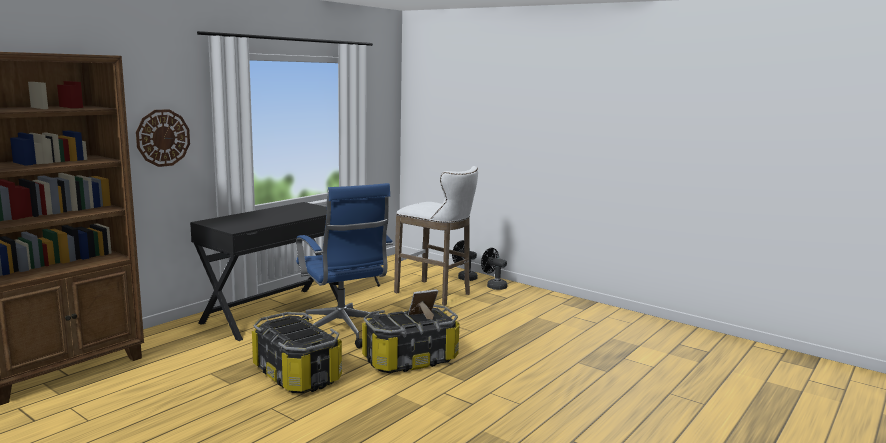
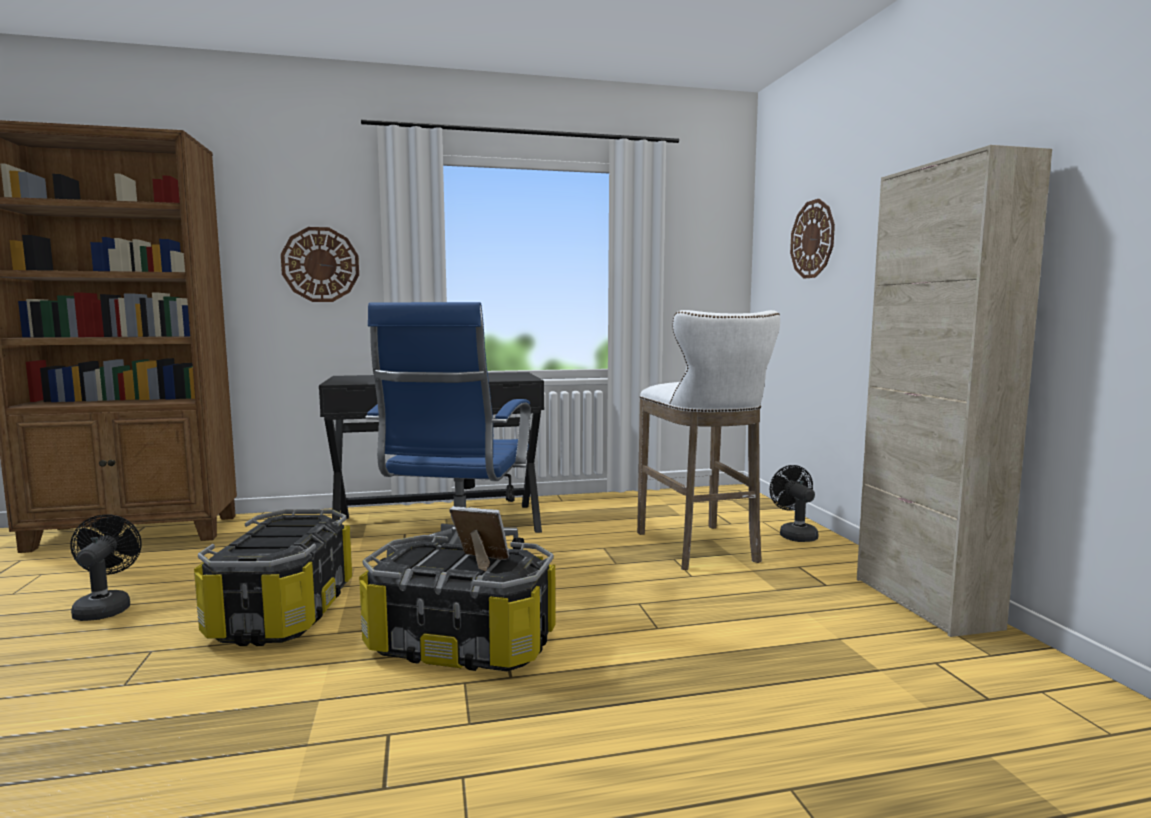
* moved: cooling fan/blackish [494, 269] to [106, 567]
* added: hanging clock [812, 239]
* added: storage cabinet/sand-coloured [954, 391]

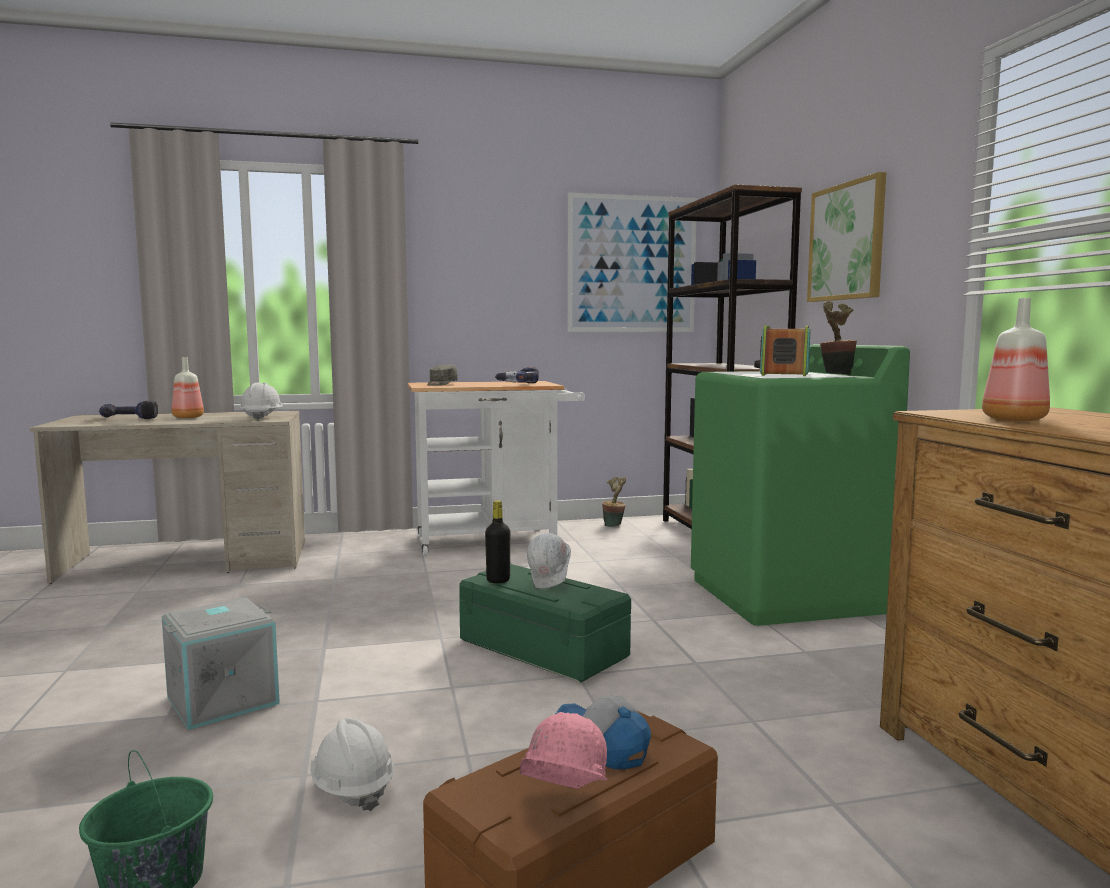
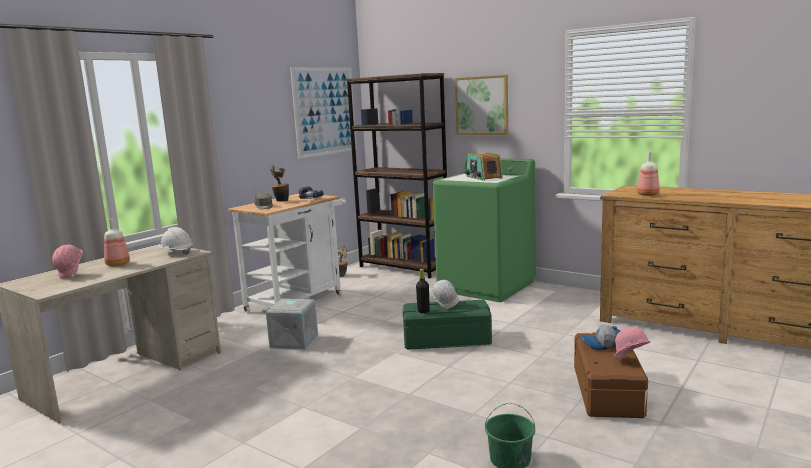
* replaced: power drill [128, 410] to work helmet/pinkish [67, 262]
* moved: storage container/grey [221, 664] to [292, 324]
* removed: work helmet/white [352, 764]
* moved: plant in a pot [838, 338] to [279, 184]

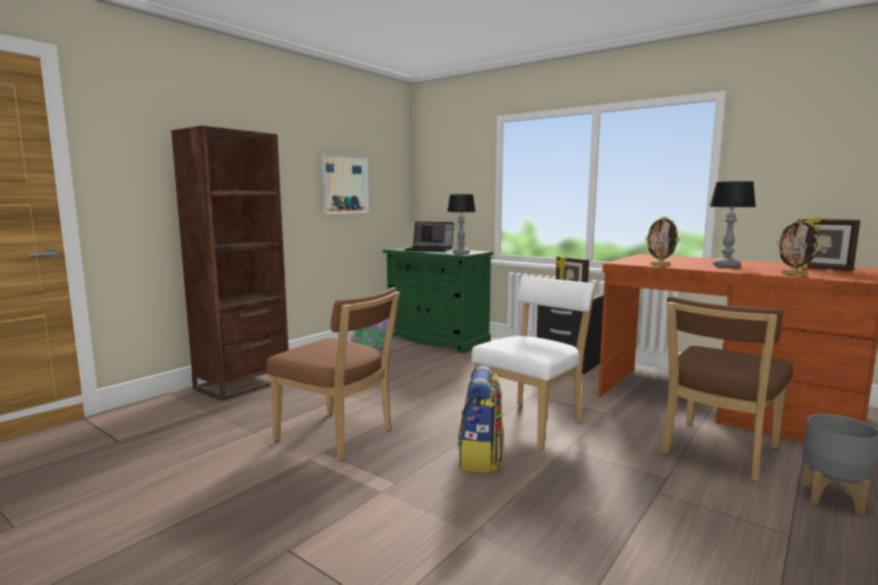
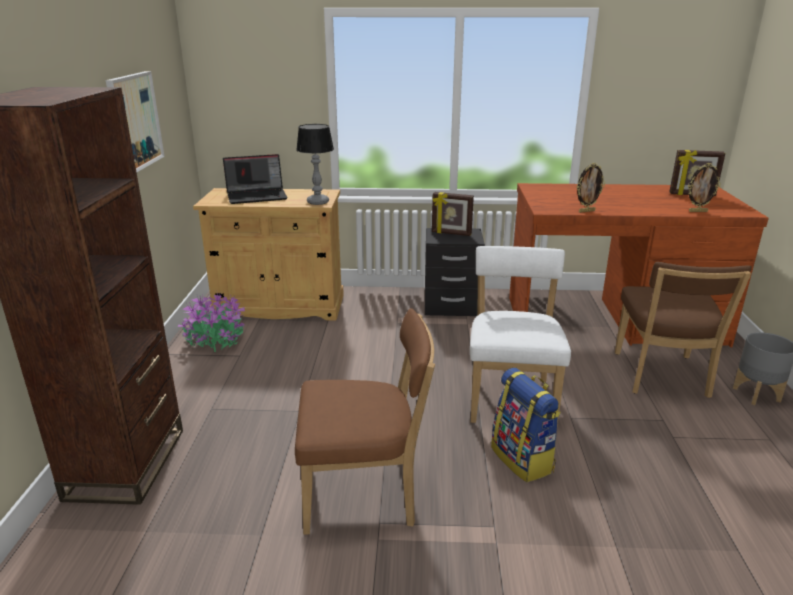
* recoloured: storage cabinet/greenish [438, 300] to storage cabinet/sand-coloured [268, 254]
* removed: lamp for a table [732, 224]

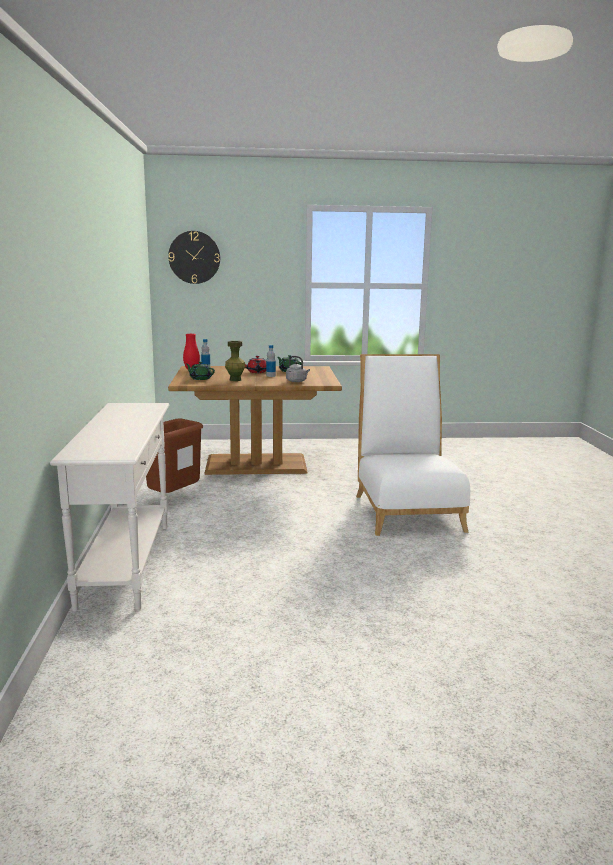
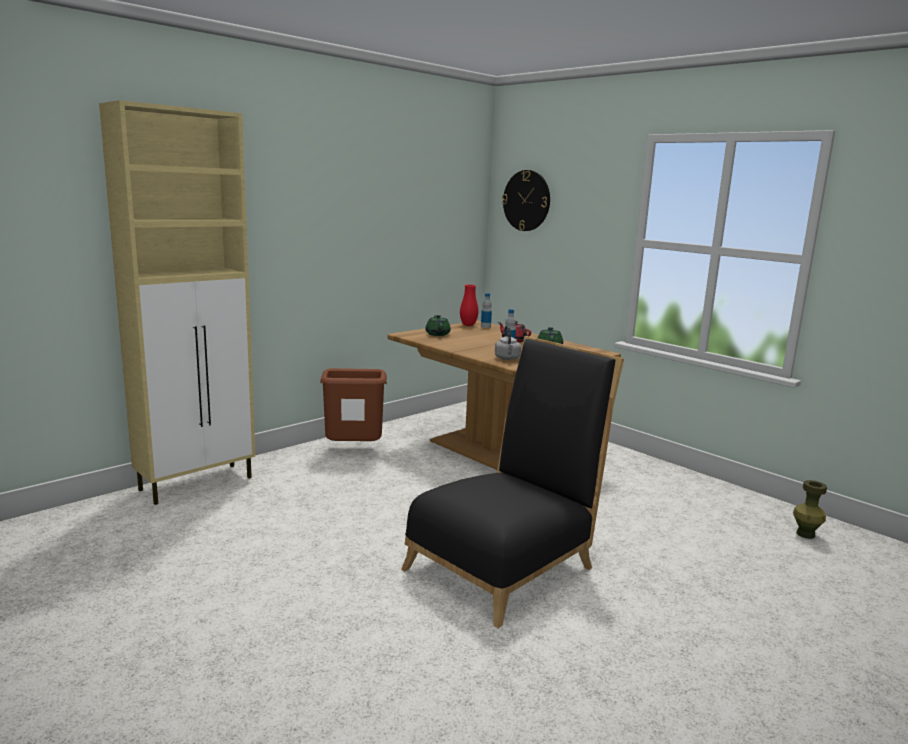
* replaced: hall table/white [109, 507] to storage cabinet/sand-coloured [177, 302]
* moved: flower vase/greenish [235, 361] to [810, 509]
* recoloured: plain chair/white [413, 445] to plain chair/blackish [512, 482]

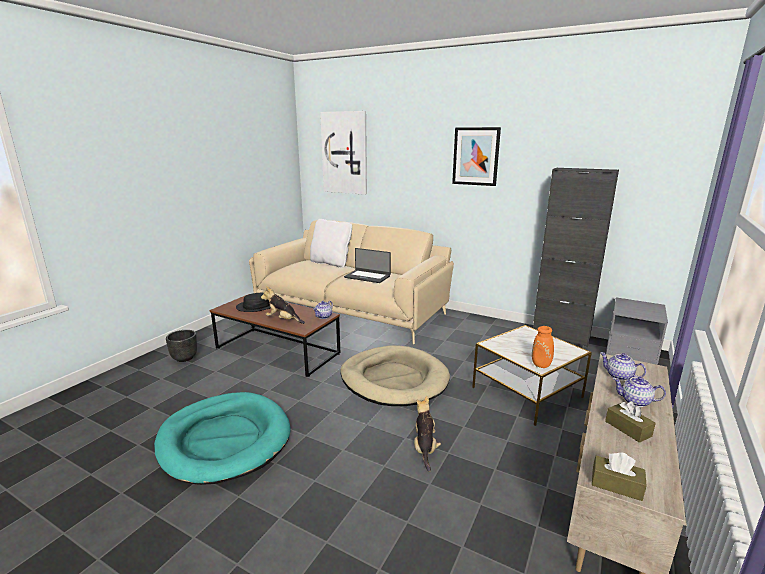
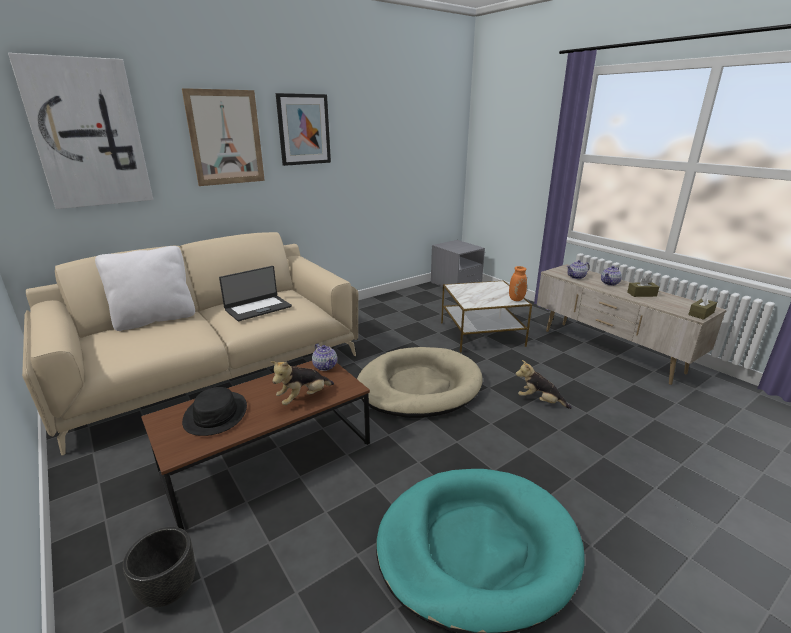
* removed: storage cabinet/blackish [576, 257]
* added: picture [223, 137]

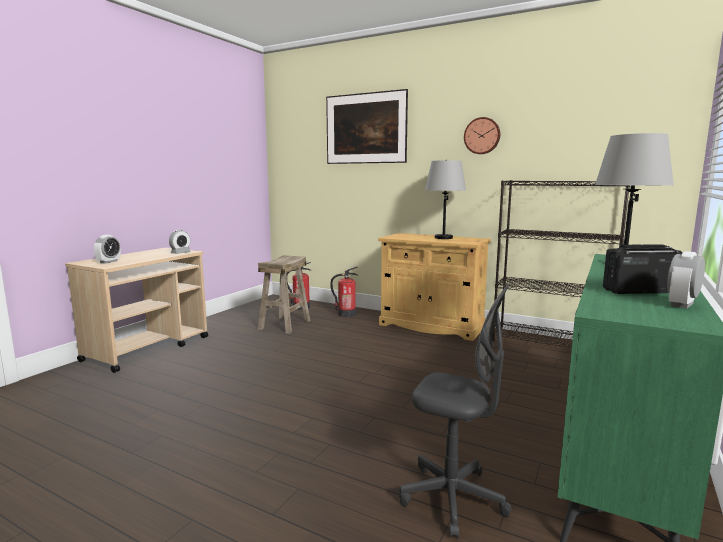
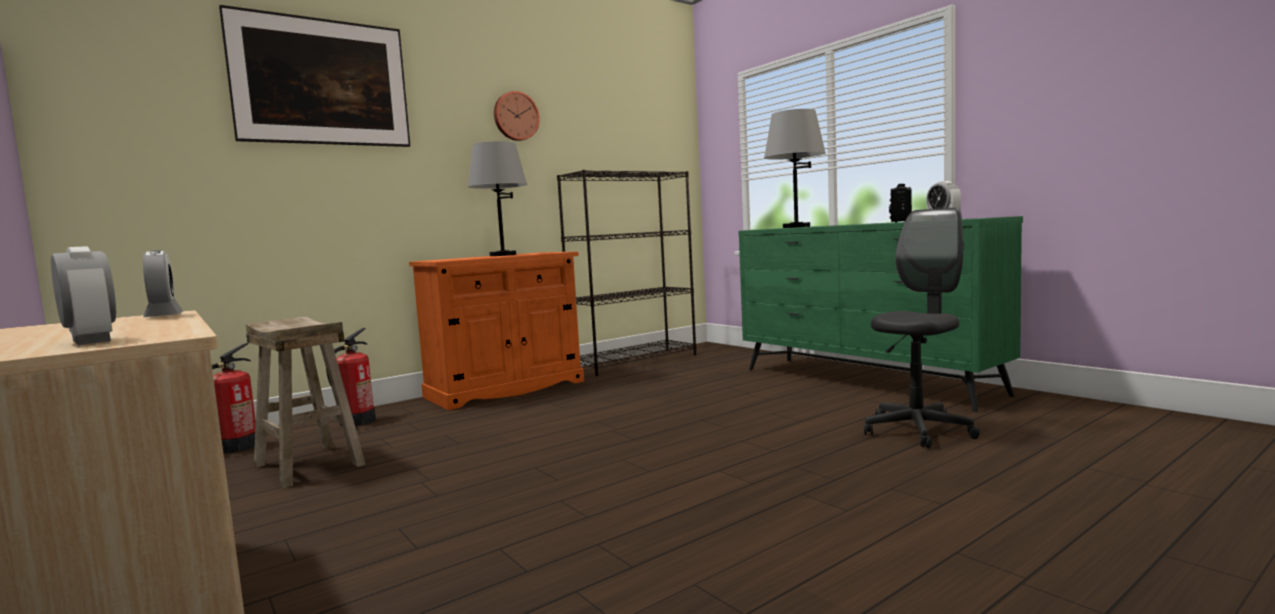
* recoloured: storage cabinet/sand-coloured [434, 287] to storage cabinet/orangey [496, 331]

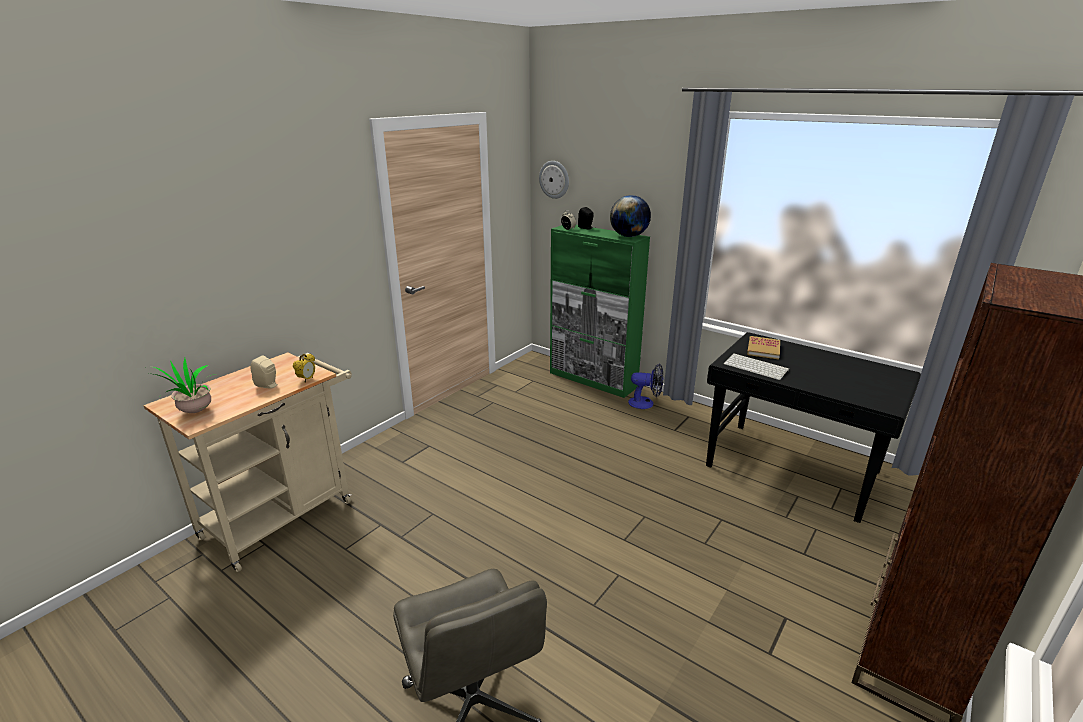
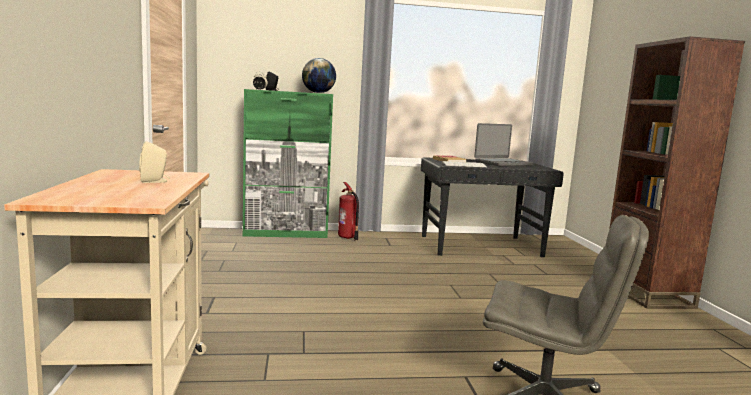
* removed: plant in a pot [182, 385]
* removed: bedside clock [304, 368]
* removed: hanging clock [554, 180]
* replaced: cooling fan [646, 386] to fire extinguisher [348, 211]
* added: laptop [504, 144]

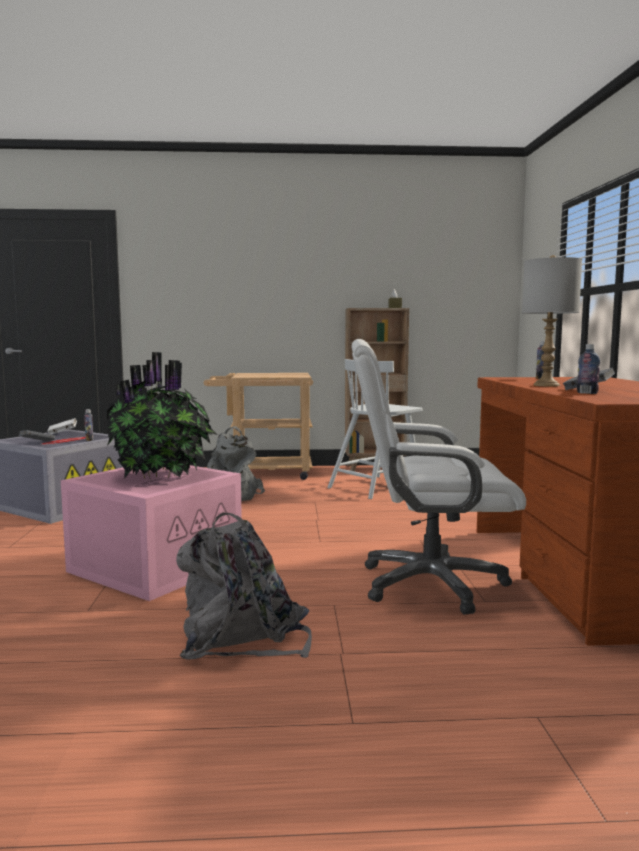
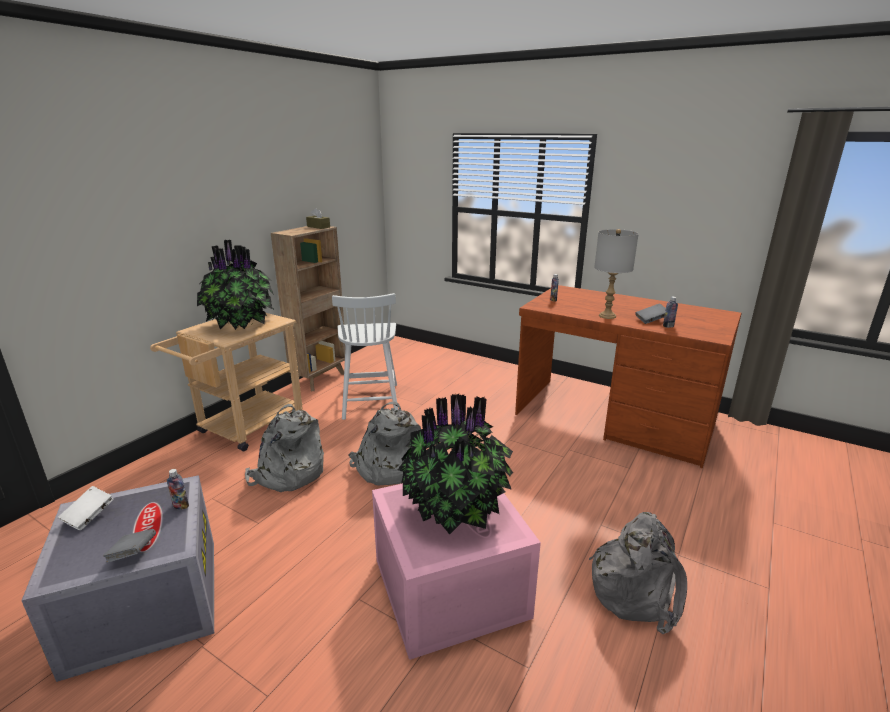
* removed: computer chair/white [439, 477]
* added: plant in a pot [235, 285]
* added: knapsack/grey [384, 444]

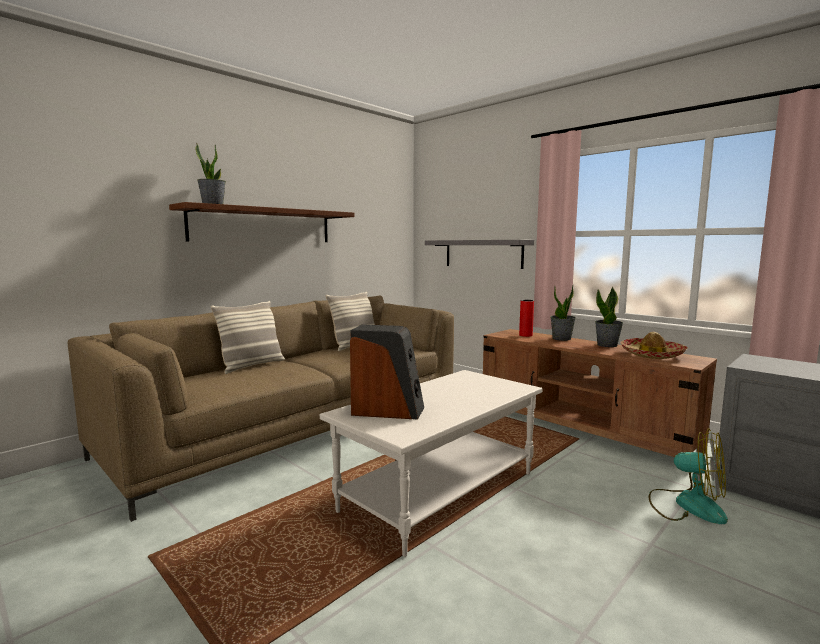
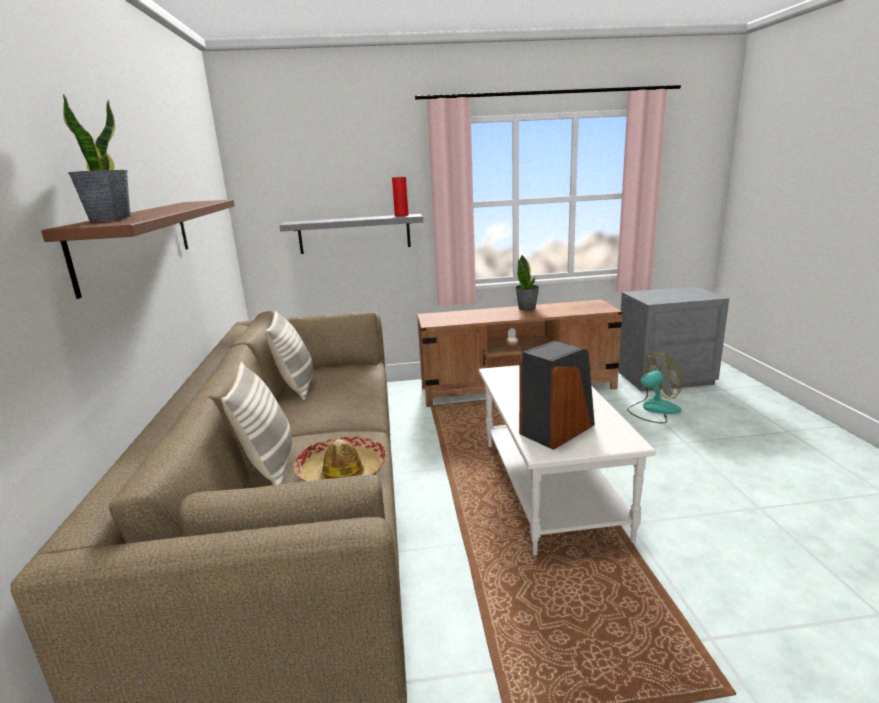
* moved: flower vase/red-coloured [526, 318] to [400, 196]
* removed: plant in a pot [563, 313]
* moved: clothing hat [654, 345] to [340, 458]

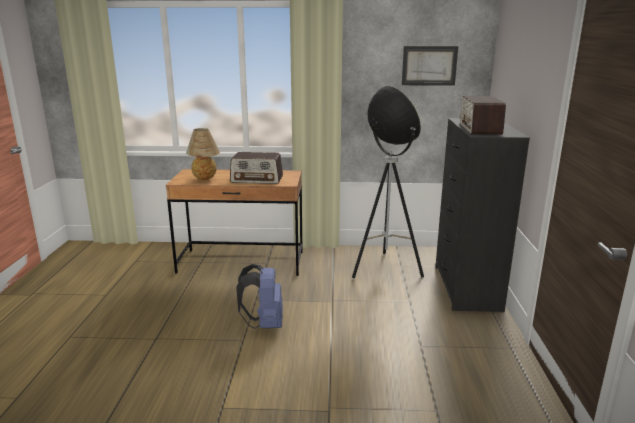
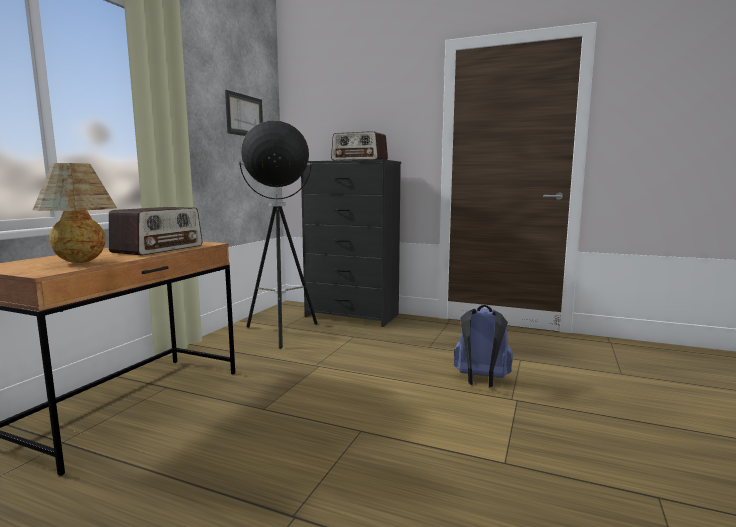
* moved: knapsack/blue [259, 296] to [483, 346]

